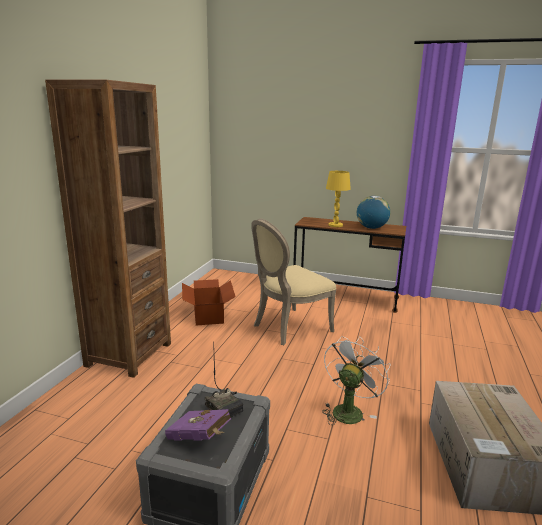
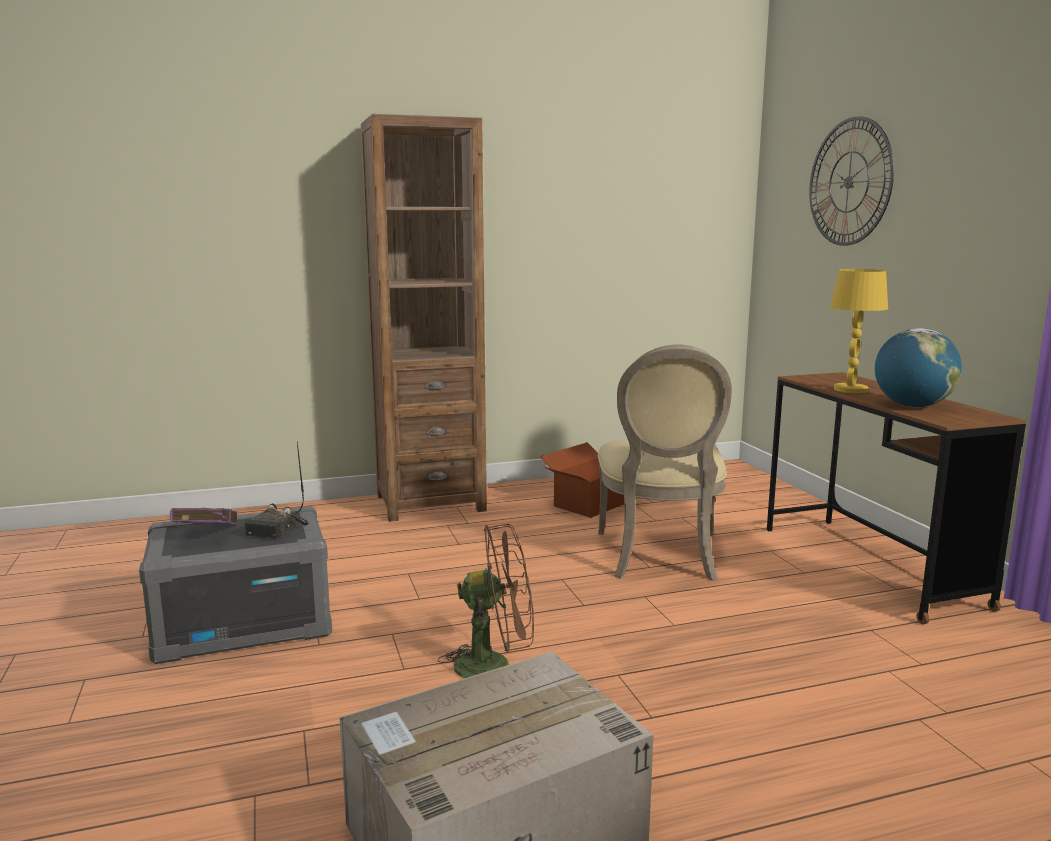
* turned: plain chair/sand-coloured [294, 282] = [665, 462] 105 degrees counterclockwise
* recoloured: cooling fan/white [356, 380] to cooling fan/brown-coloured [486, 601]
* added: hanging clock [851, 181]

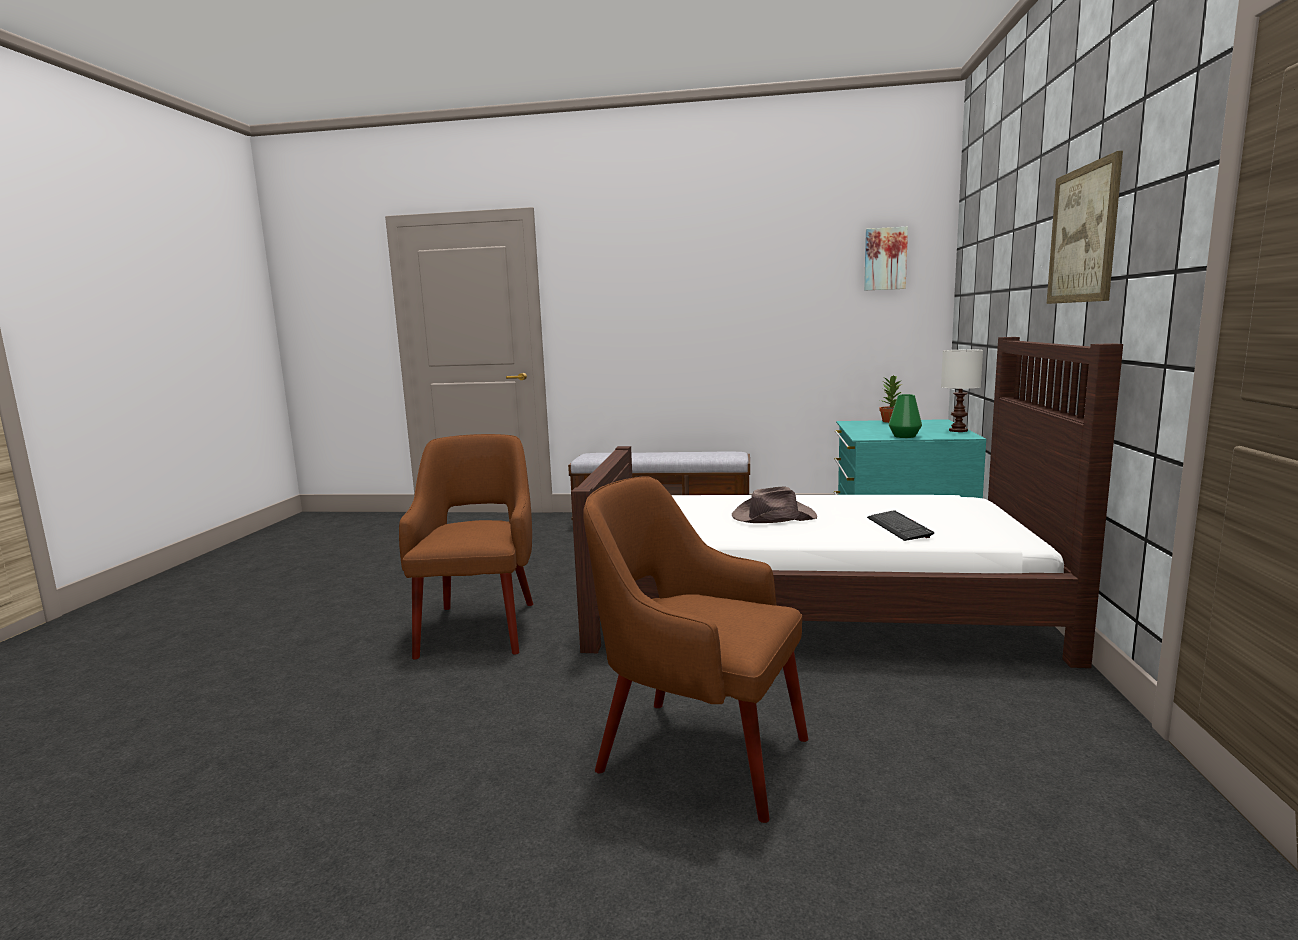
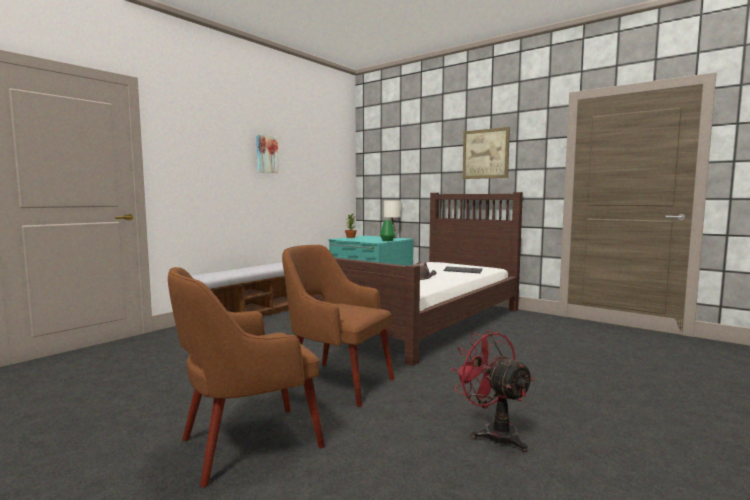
* moved: easy chair/brown-coloured [695, 649] to [246, 377]
* moved: picture [886, 259] to [267, 153]
* added: cooling fan/red-coloured [492, 391]

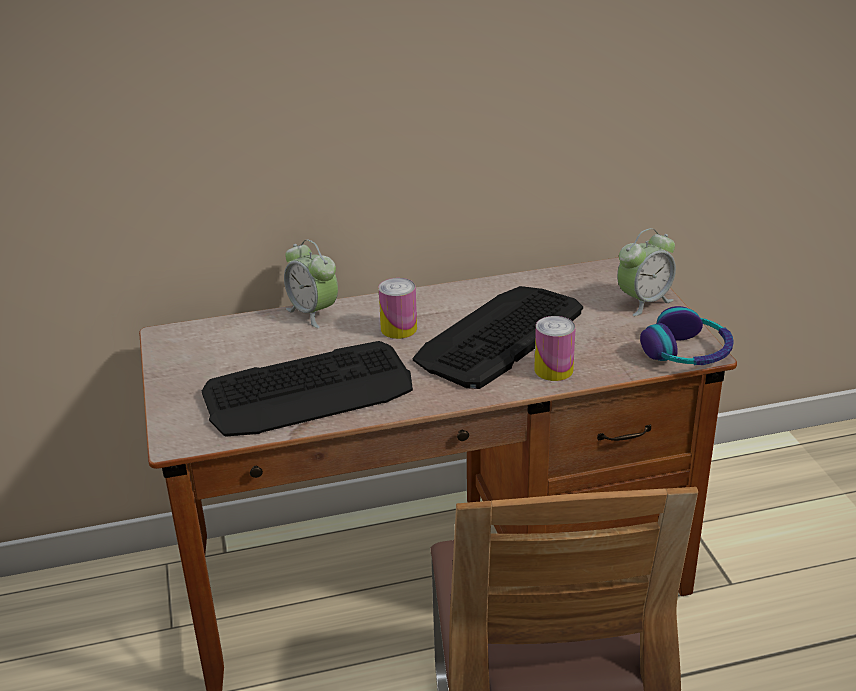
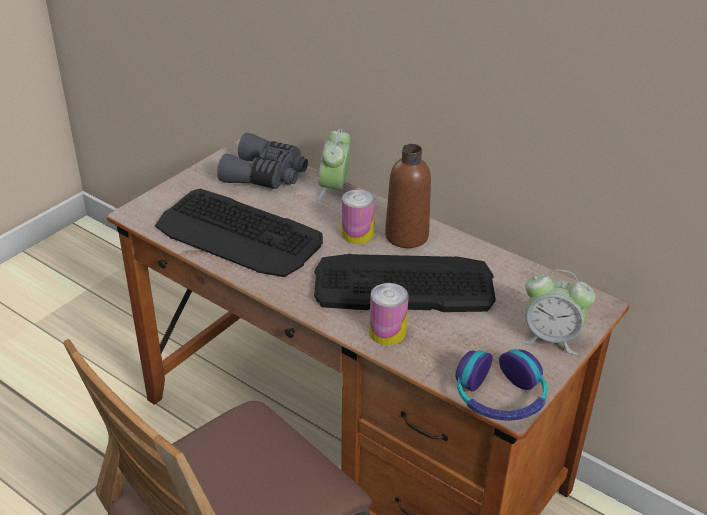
* added: binoculars/grey [262, 161]
* added: bottle/brown-coloured [408, 196]

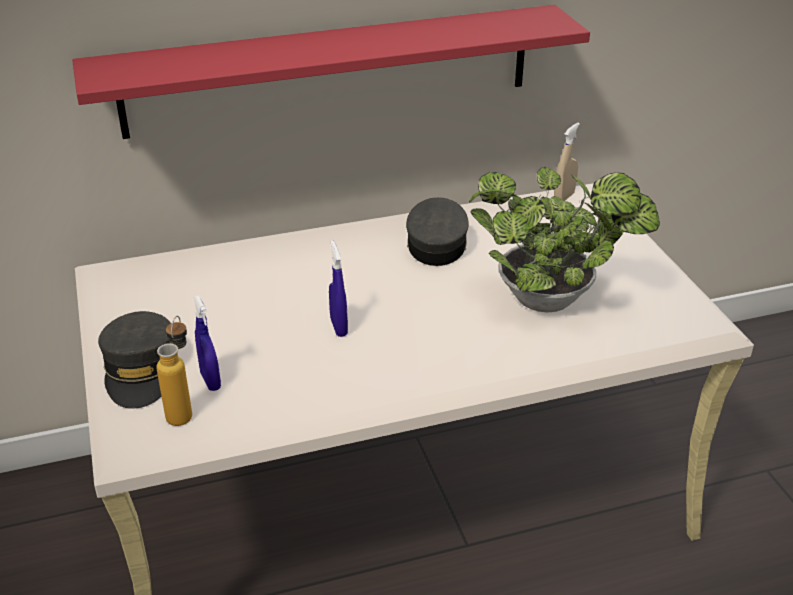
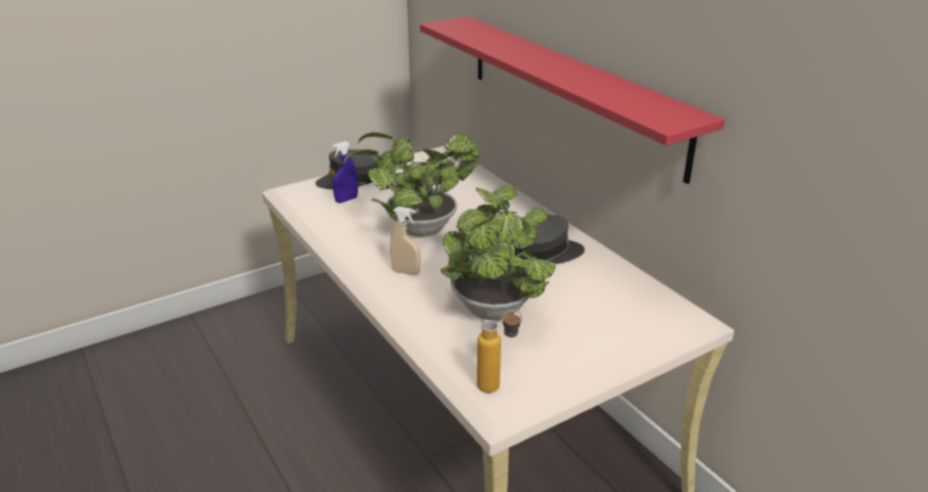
* moved: bottle [174, 371] to [499, 351]
* replaced: hand sprayer/blue [338, 289] to plant in a pot [412, 184]
* moved: hand sprayer/sand-coloured [567, 161] to [405, 241]

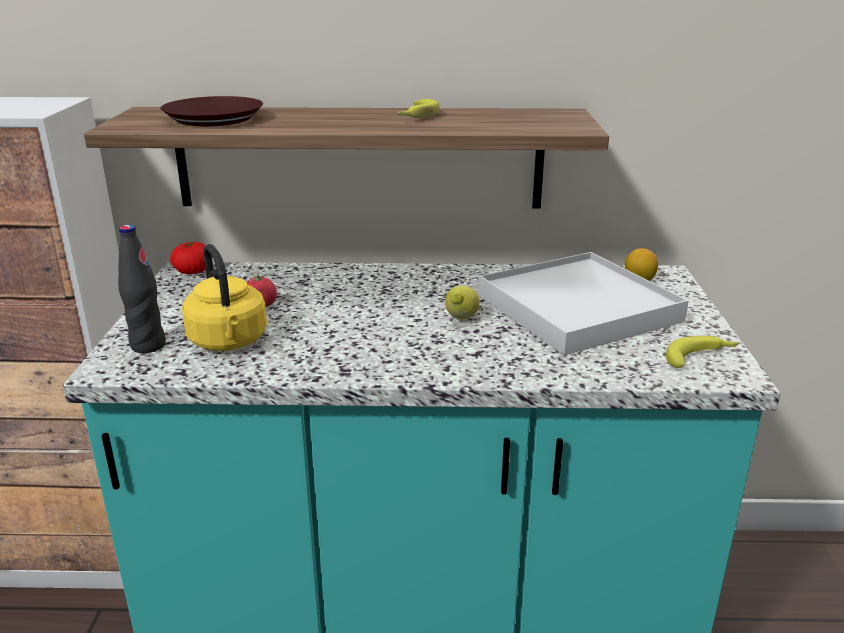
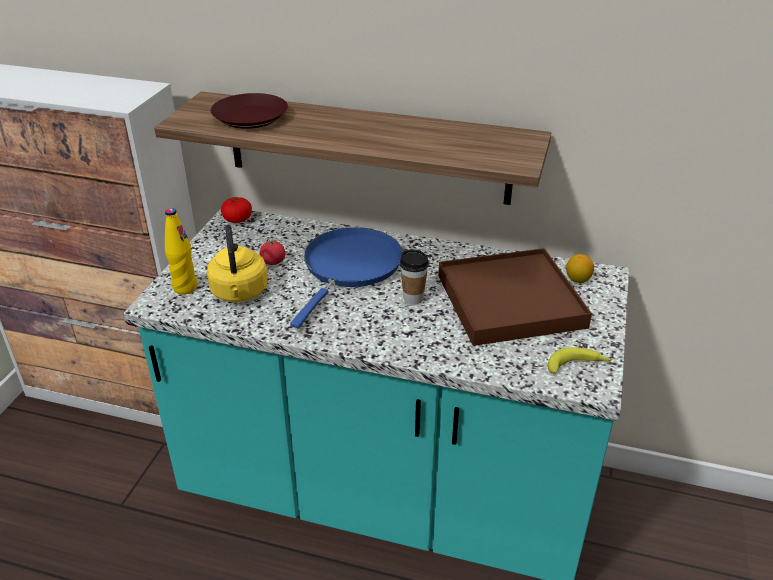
* recoloured: bottle/blackish [142, 289] to bottle/yellow [181, 251]
* removed: banana [419, 108]
* replaced: citrus fruit [462, 302] to small cup [414, 277]
* recoloured: serving tray/white [583, 303] to serving tray/brown-coloured [515, 297]
* added: frying pan/blue [346, 277]

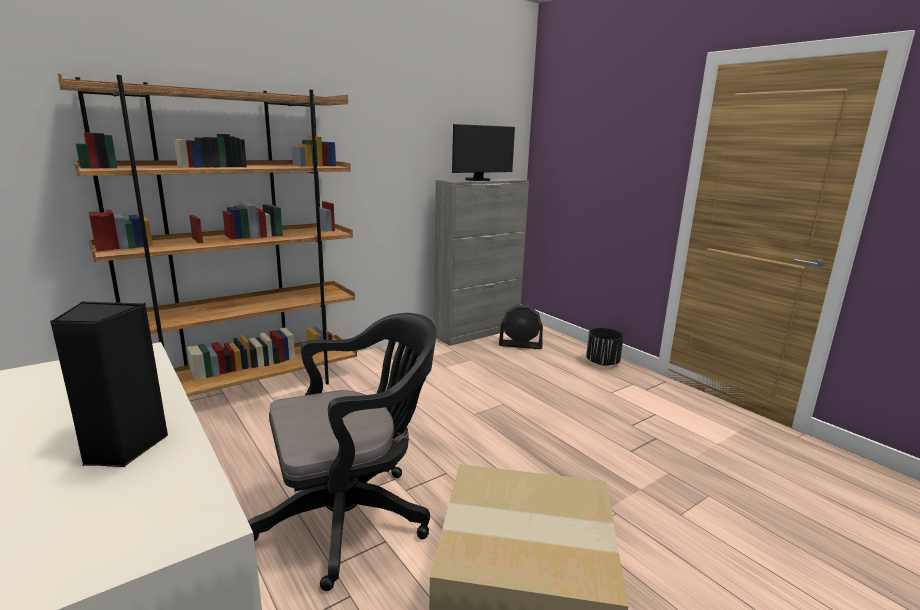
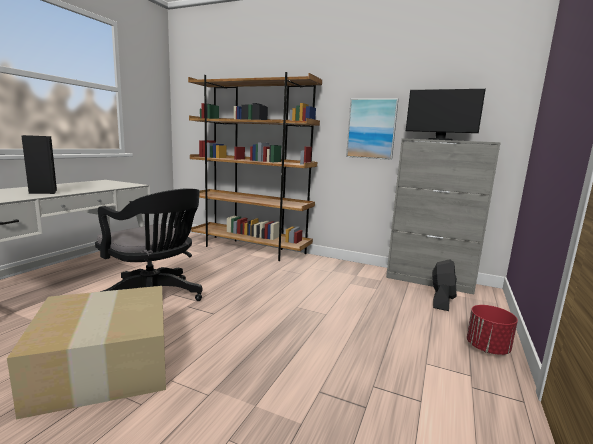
* turned: cooling fan/blackish [521, 326] = [444, 285] 135 degrees counterclockwise
* recoloured: plant pot/blackish [605, 347] to plant pot/red-coloured [492, 330]
* added: picture [372, 129]

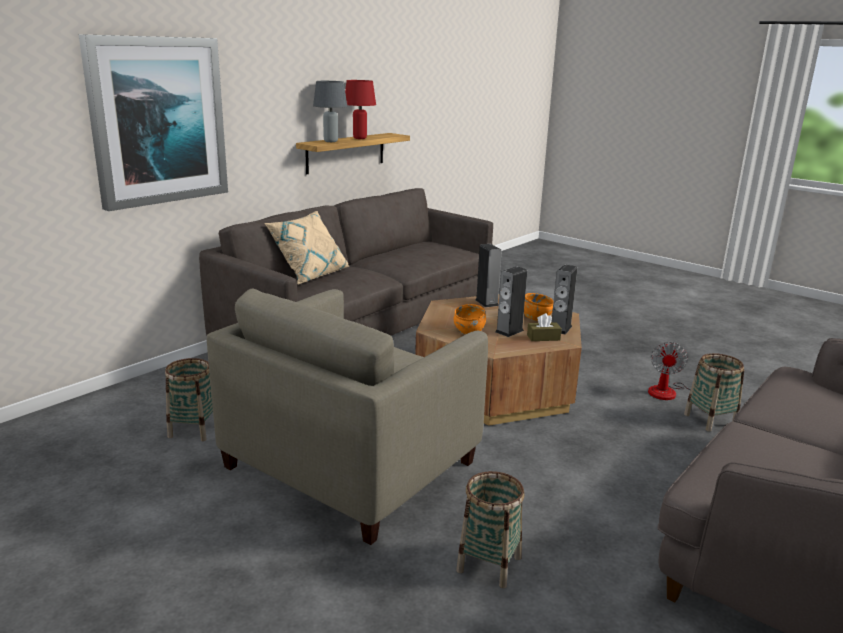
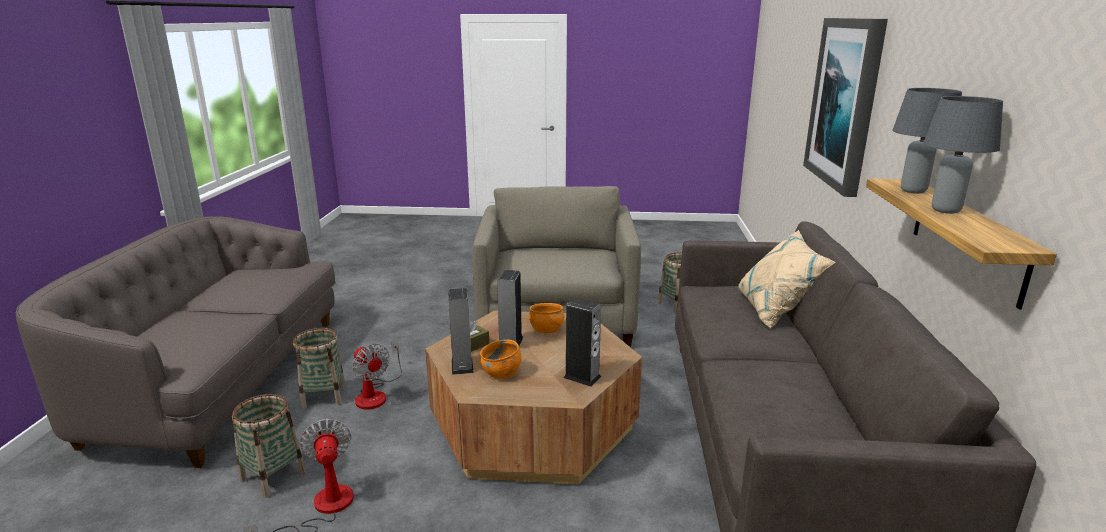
* recoloured: lamp for a table/red-coloured [360, 109] to lamp for a table/grey [963, 155]
* moved: household basket [490, 529] to [319, 368]
* added: cooling fan [377, 374]

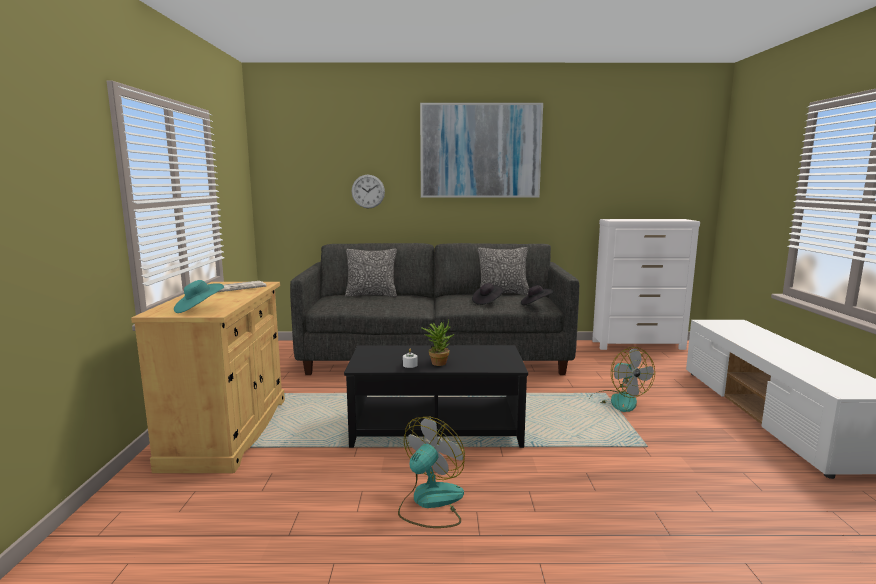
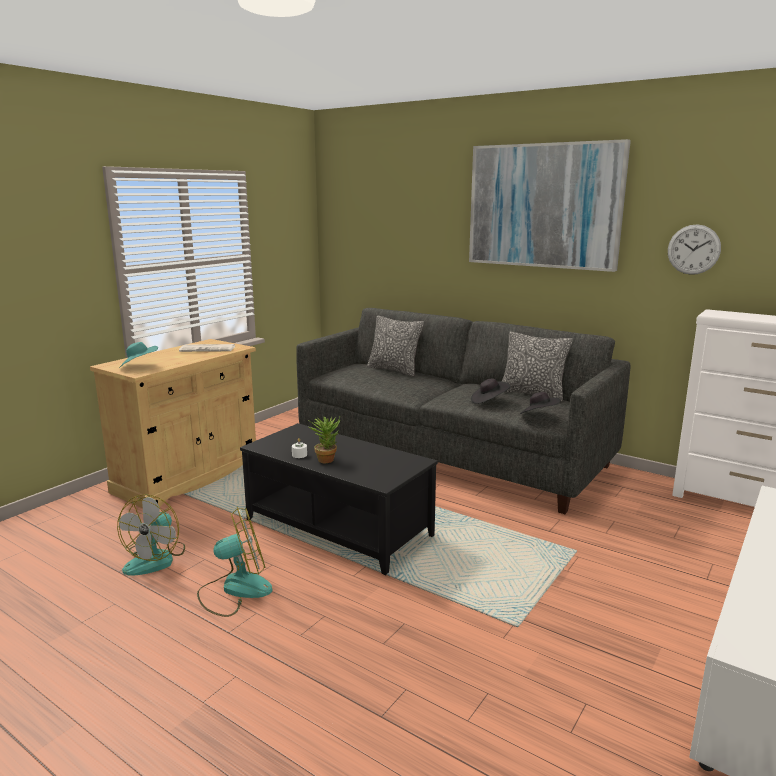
* moved: hanging clock [368, 191] to [694, 249]
* moved: cooling fan [622, 379] to [151, 535]

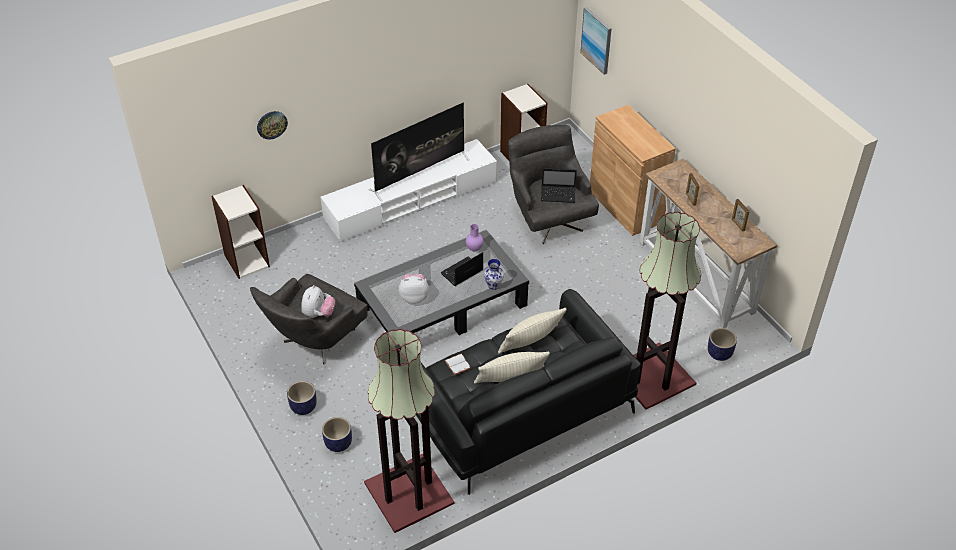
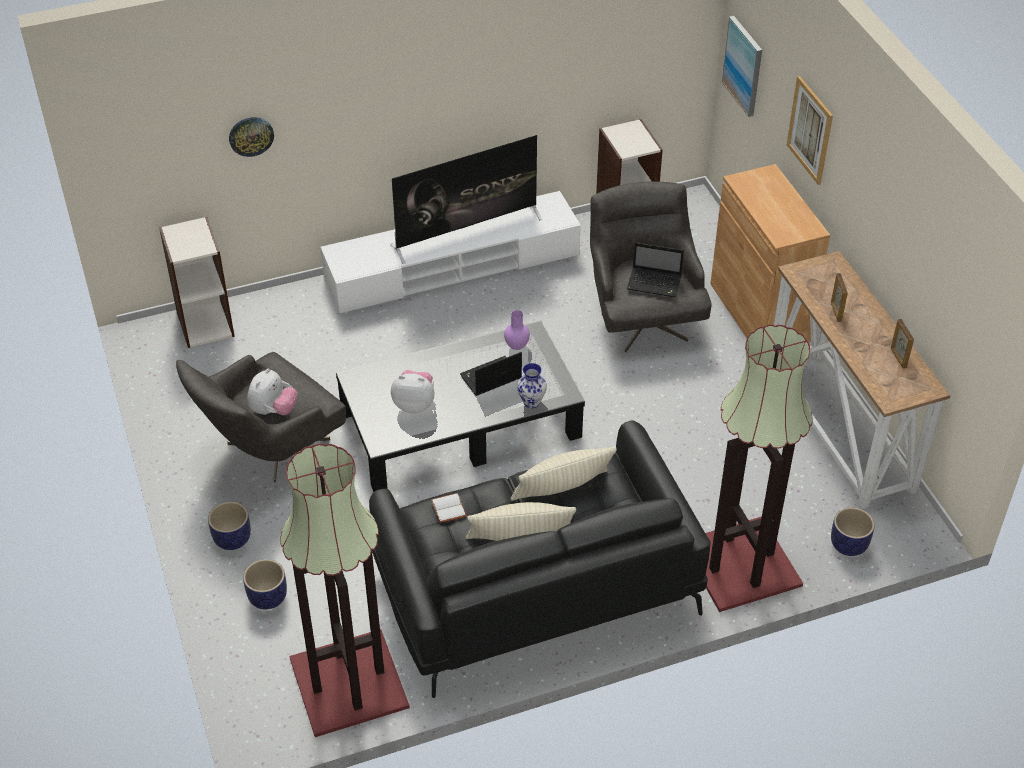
* added: picture [810, 130]

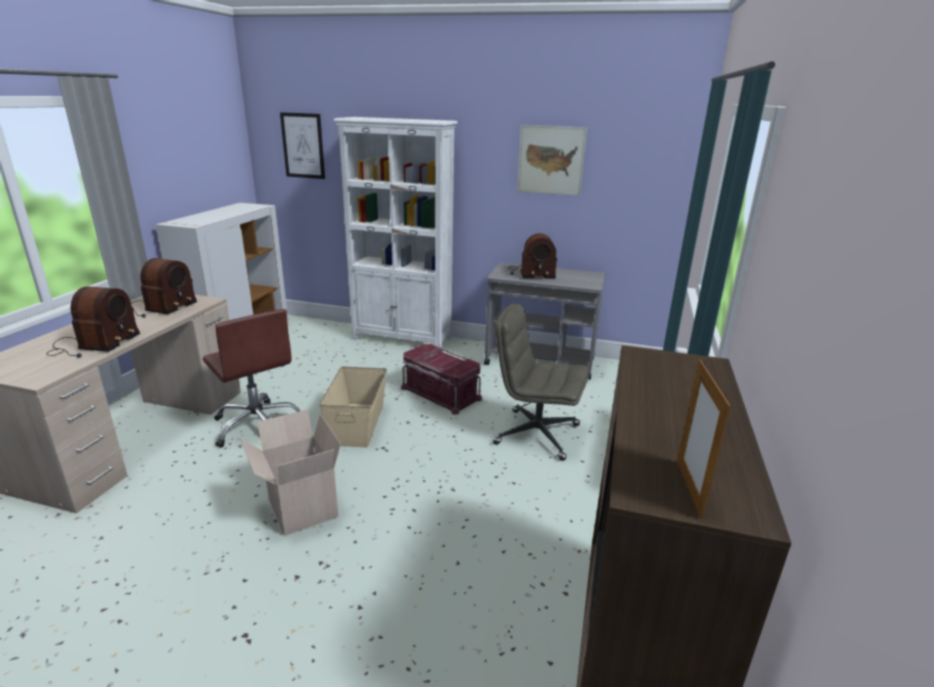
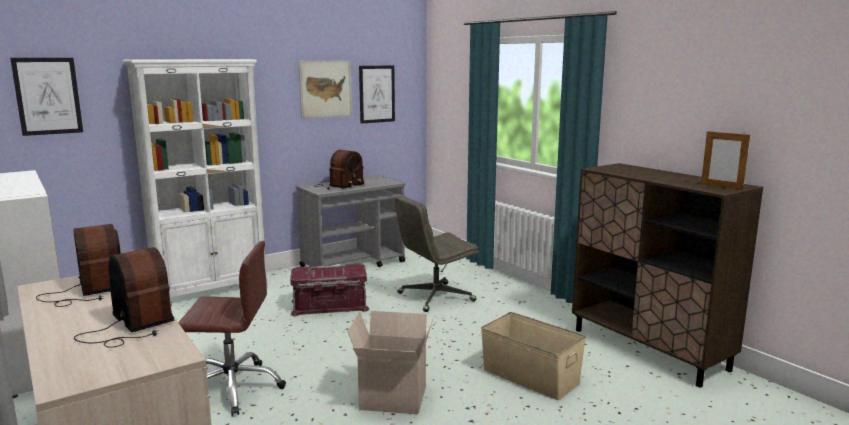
* moved: storage container/sand-coloured [353, 406] to [533, 356]
* added: picture [377, 95]

